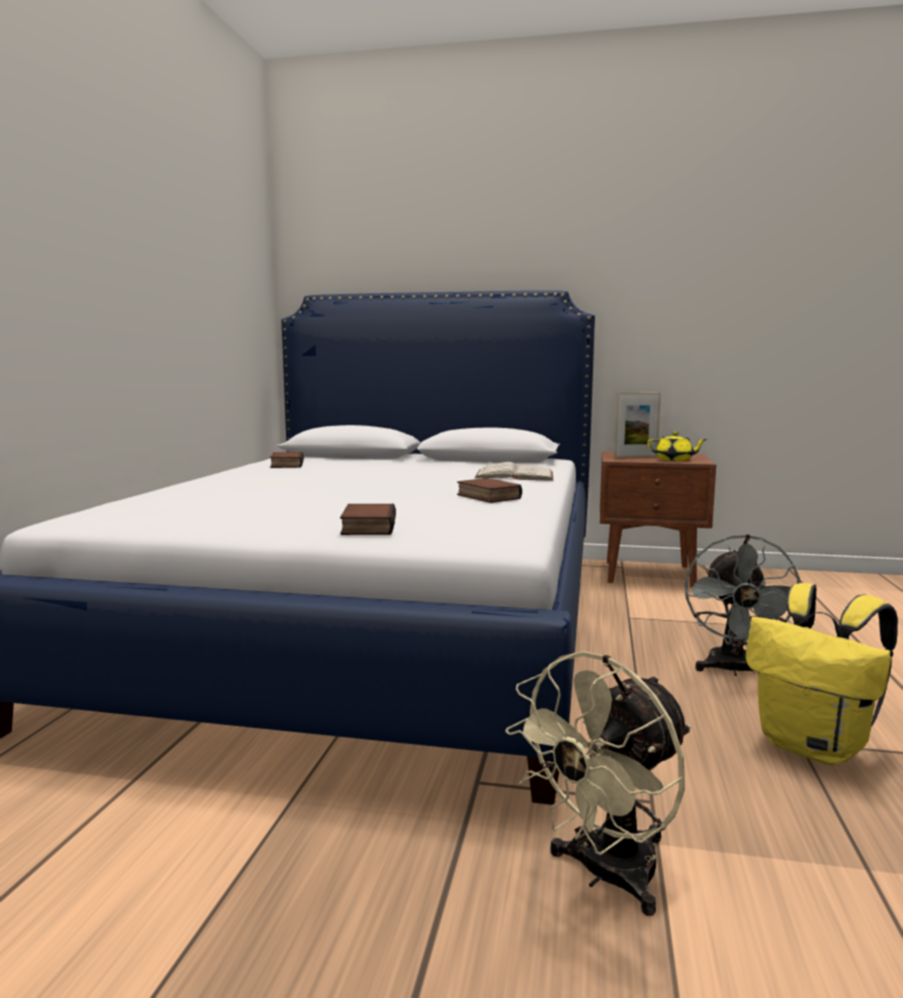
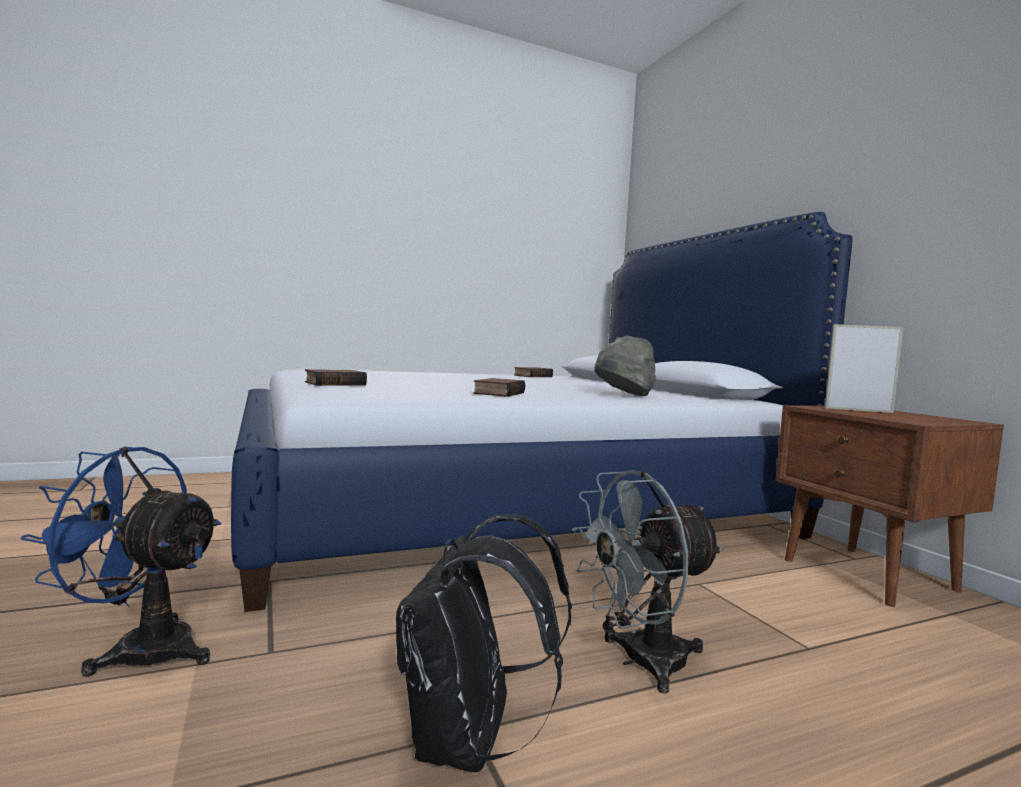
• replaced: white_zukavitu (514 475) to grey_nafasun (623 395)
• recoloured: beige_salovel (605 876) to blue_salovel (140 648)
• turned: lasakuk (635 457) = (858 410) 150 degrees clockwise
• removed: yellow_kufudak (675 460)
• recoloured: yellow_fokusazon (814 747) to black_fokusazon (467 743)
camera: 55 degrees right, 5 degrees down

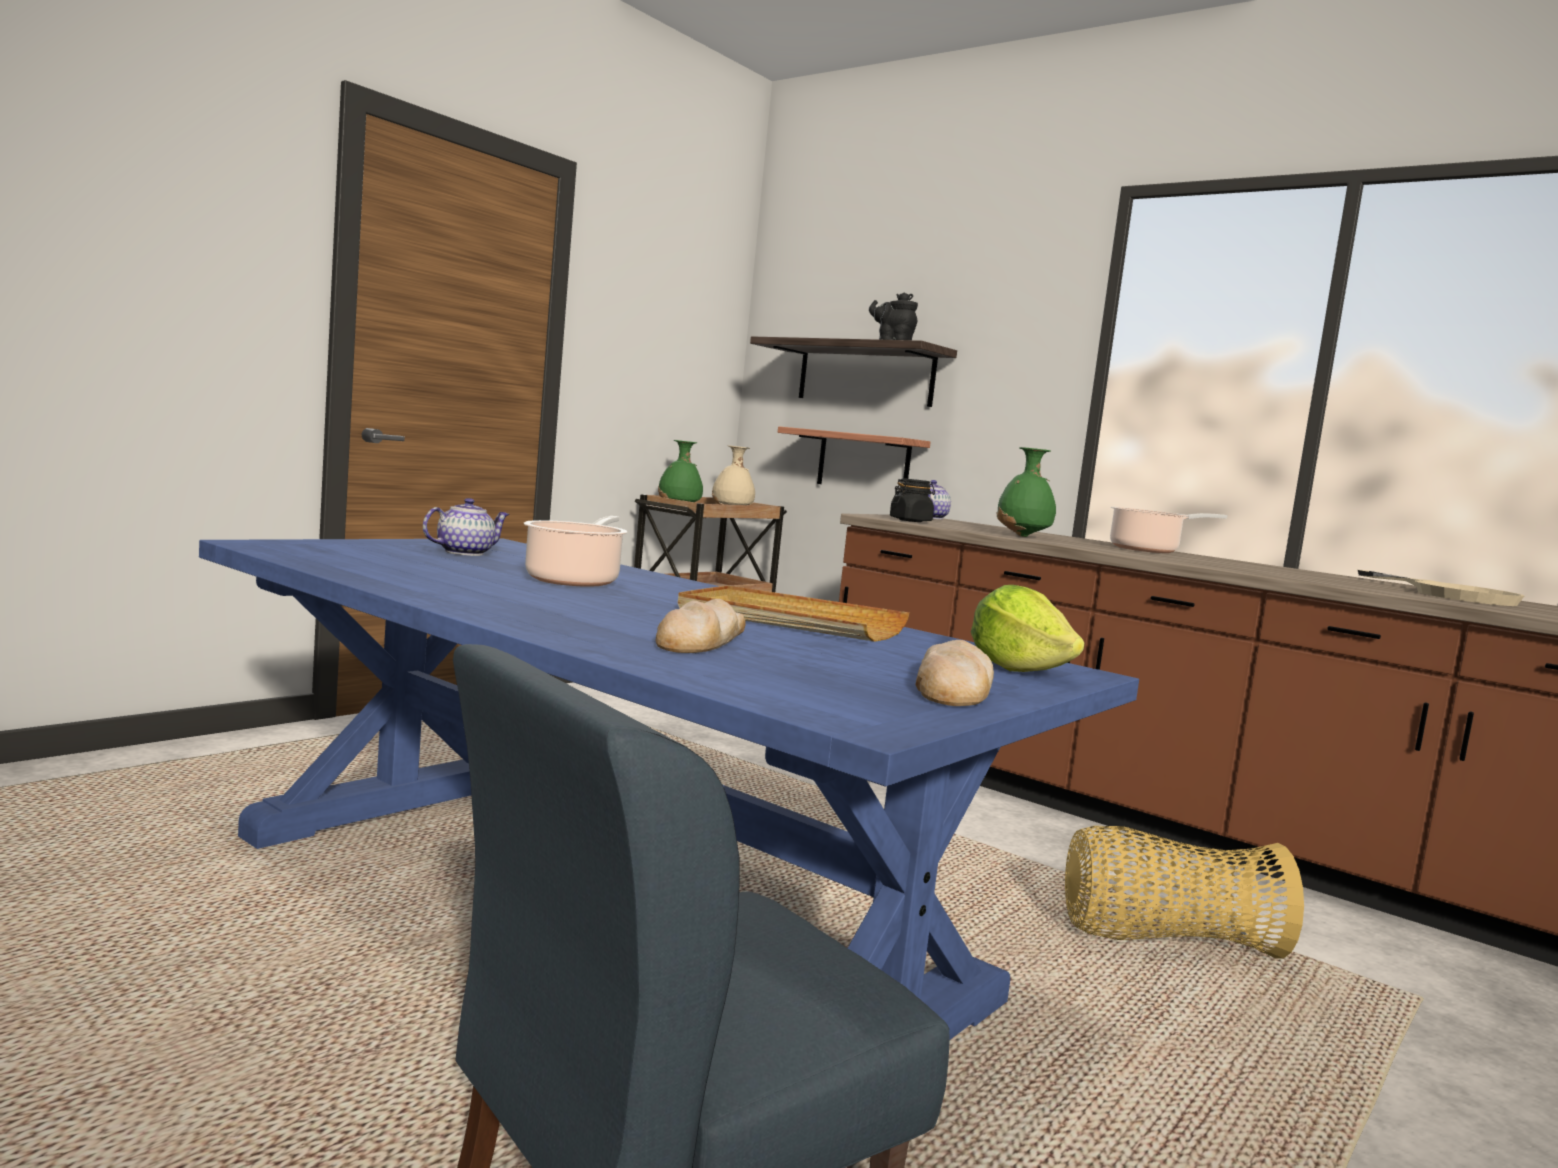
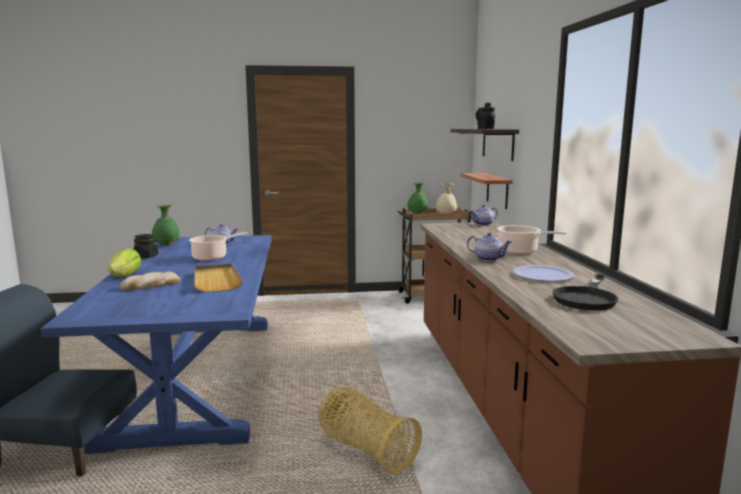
• moved: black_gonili (910 520) to (146 256)
• removed: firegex (954 686)
• moved: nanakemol (1018 669) to (126 275)
• moved: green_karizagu (1023 536) to (166 245)
• recoloured: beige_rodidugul (1450 595) to black_rodidugul (587 298)
• added: kufudak (488 259)
• added: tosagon (542 275)
camera: 45 degrees right, 5 degrees up

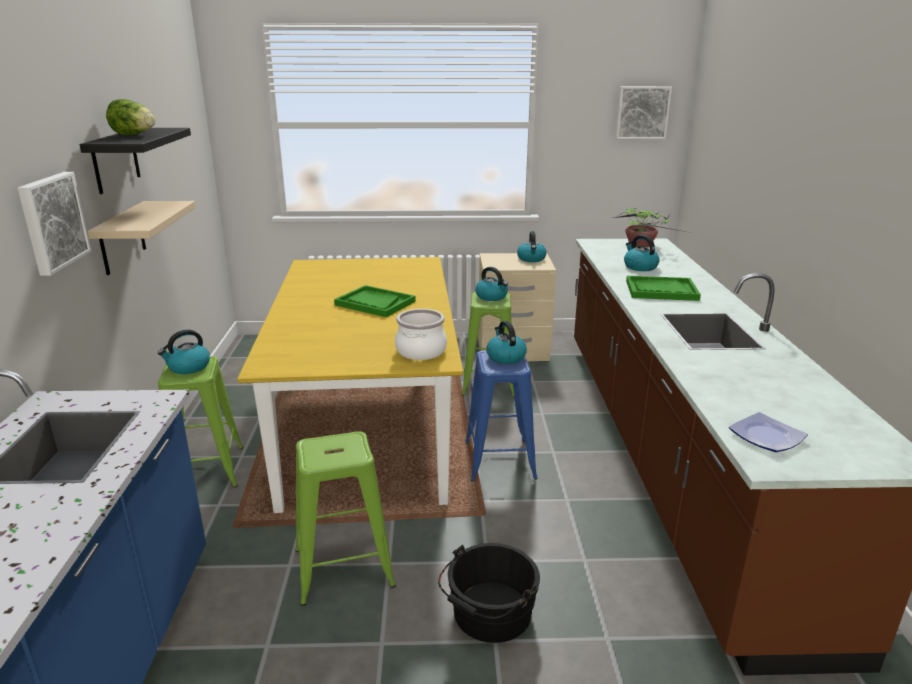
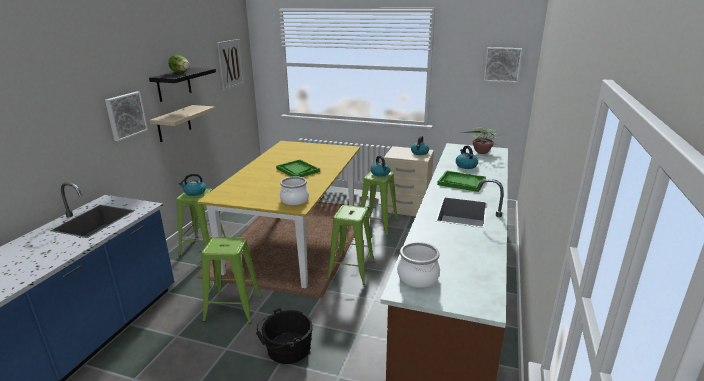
• recoloured: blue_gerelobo (499 459) to green_gerelobo (351 270)
• removed: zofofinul (505 357)
• replaced: tosagon (764 436) to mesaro (417 277)
• added: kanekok (230 64)
camera: 20 degrees right, 0 degrees up

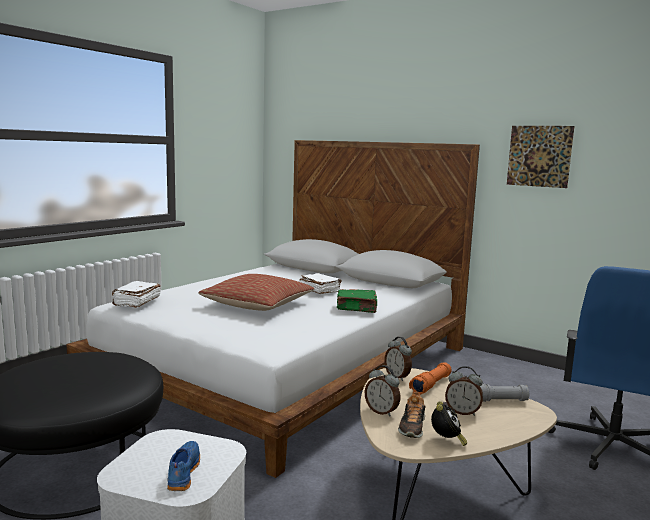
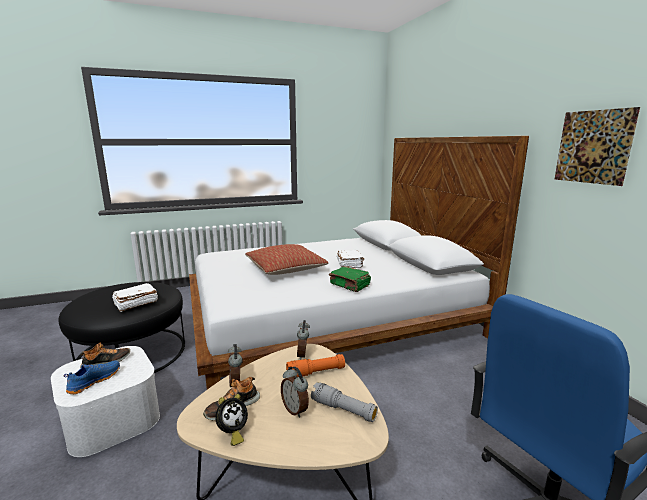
• moved: white_zukavitu (136 302) to (135 303)
• added: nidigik (106 362)
camera: 35 degrees right, 5 degrees up

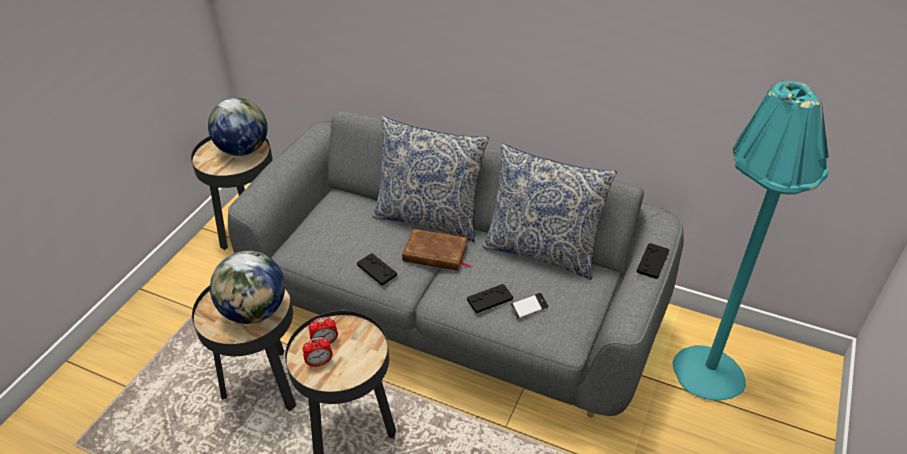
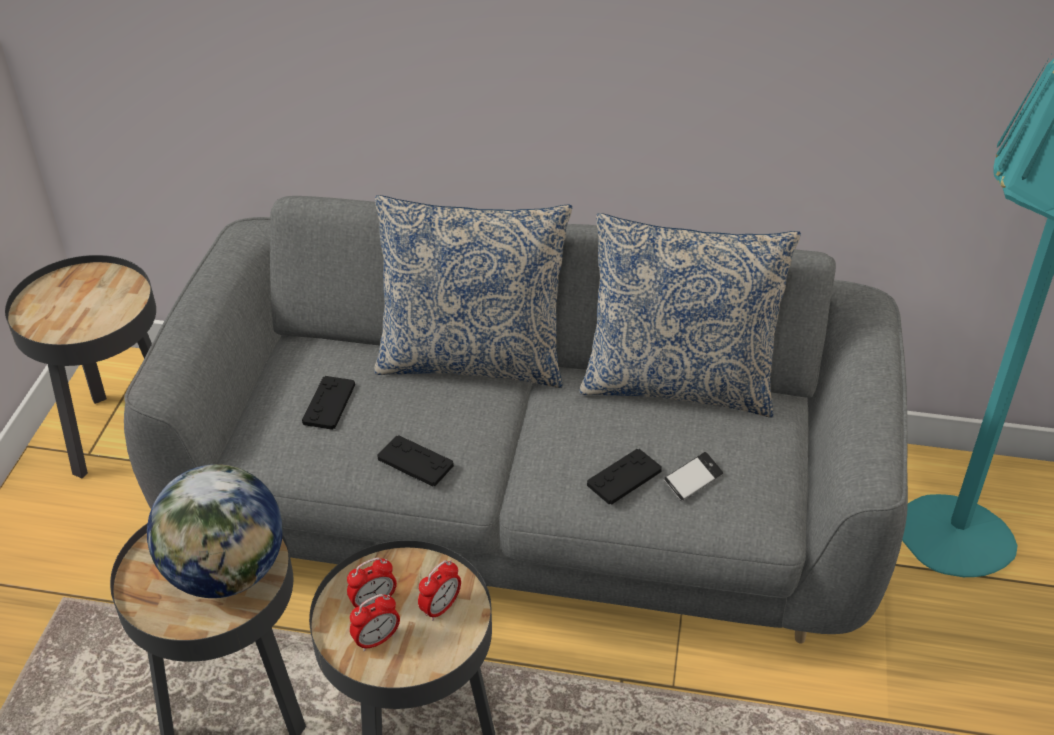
• removed: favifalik (243 150)
• removed: brown_zukavitu (435 254)
• moved: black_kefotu (652 261) to (329 404)
• added: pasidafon (440 608)
camera: 15 degrees left, 0 degrees up

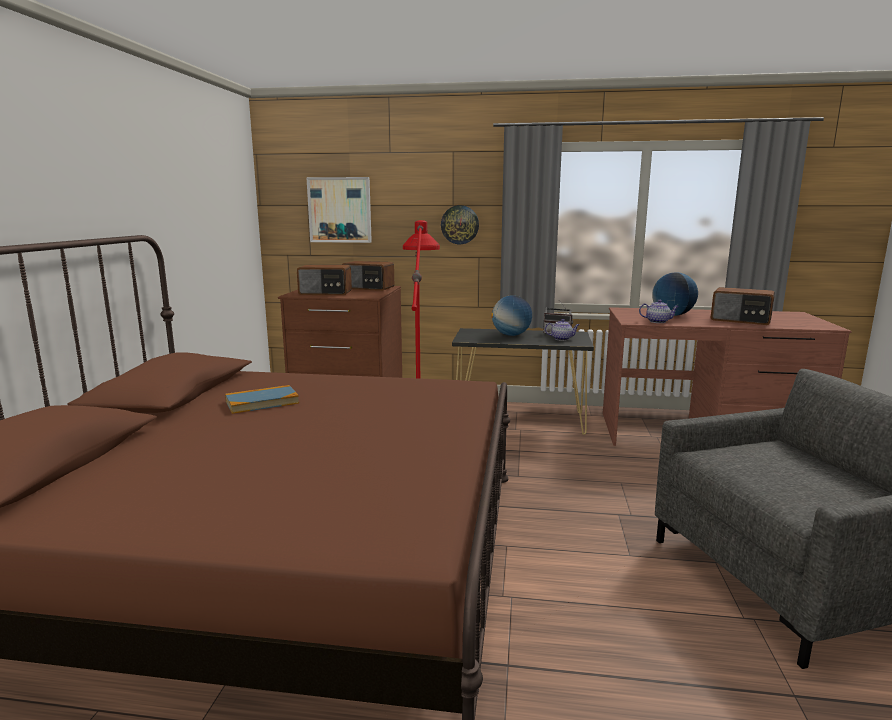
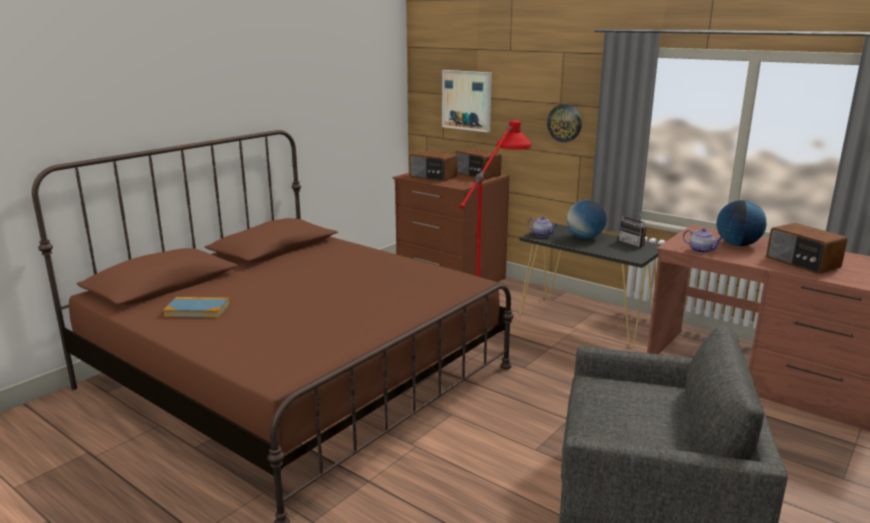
• moved: zukavitu (262 402) to (197 310)
• moved: kufudak (562 339) to (542 234)
camera: 30 degrees right, 5 degrees up

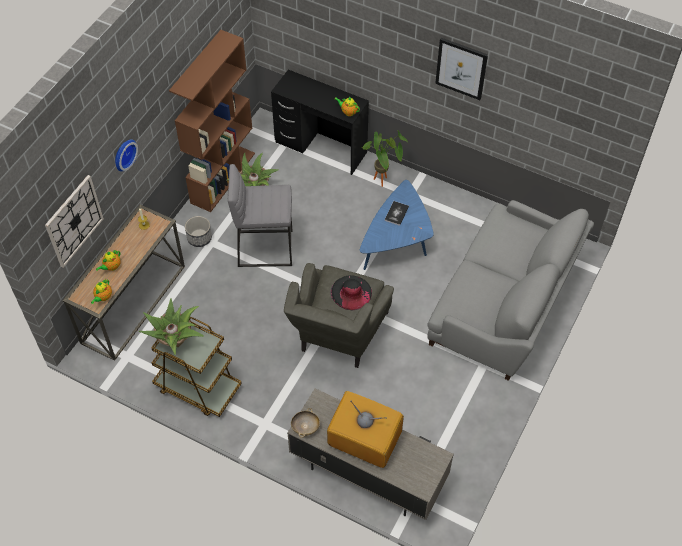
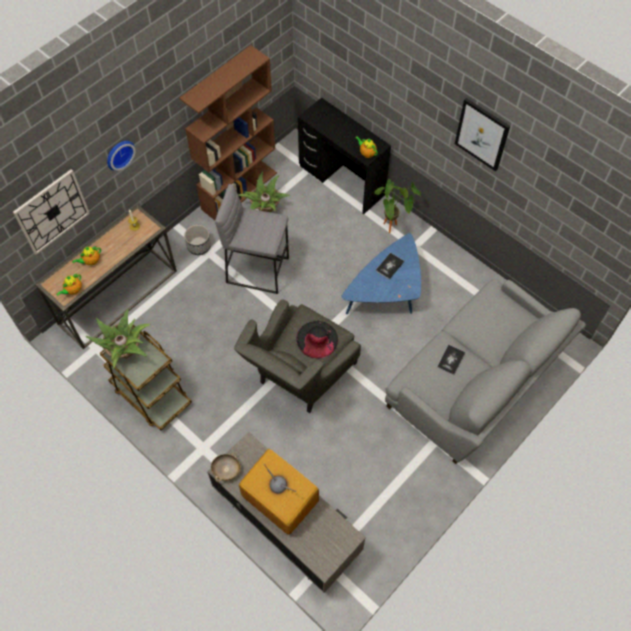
• added: zukavitu (450 360)
camera: 15 degrees right, 5 degrees up

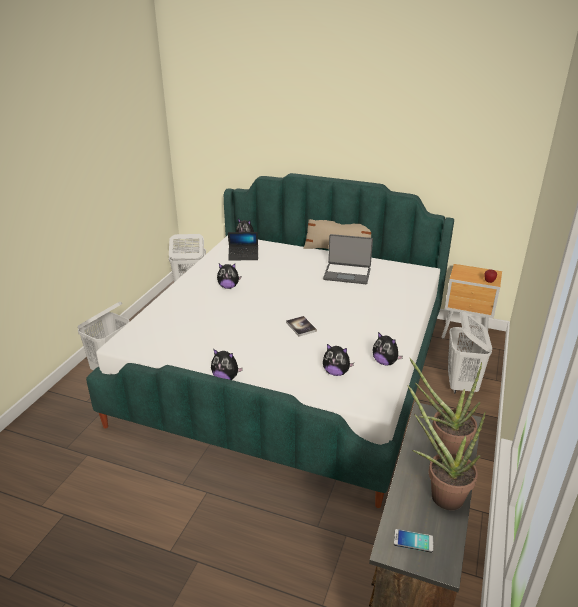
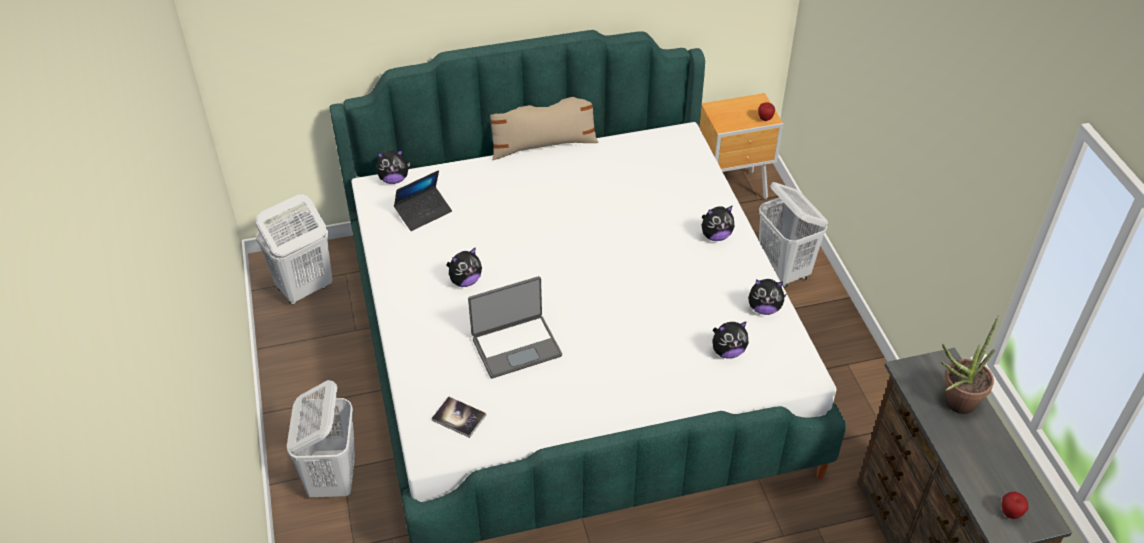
• moved: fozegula (226 378) to (715 236)
• moved: zukavitu (301 327) to (459 418)
• moved: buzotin (347 274) to (516 346)
• replaced: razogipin (413 541) to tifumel (1010 513)
• removed: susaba (440 494)
camera: 35 degrees left, 15 degrees up

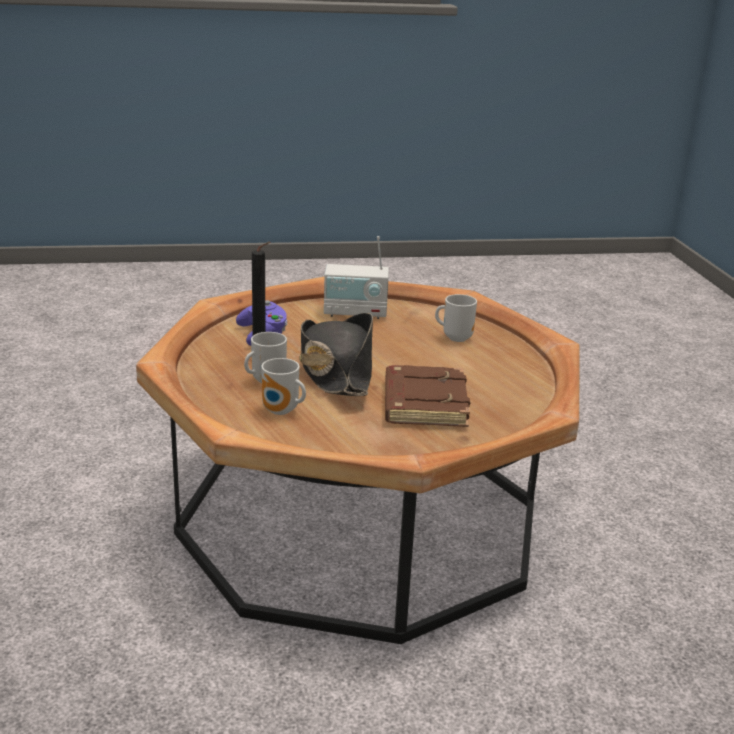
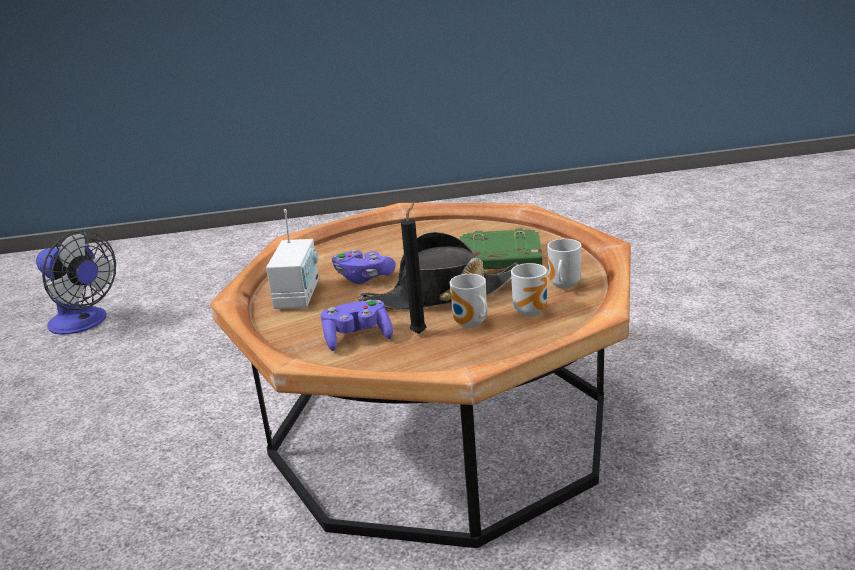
• recoloured: brown_zukavitu (423 403) to green_zukavitu (499 258)
• moved: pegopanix (455 337) to (562 286)
• added: salovel (84 323)
• added: purple_kefotu (363 278)
camera: 85 degrees left, 0 degrees up

